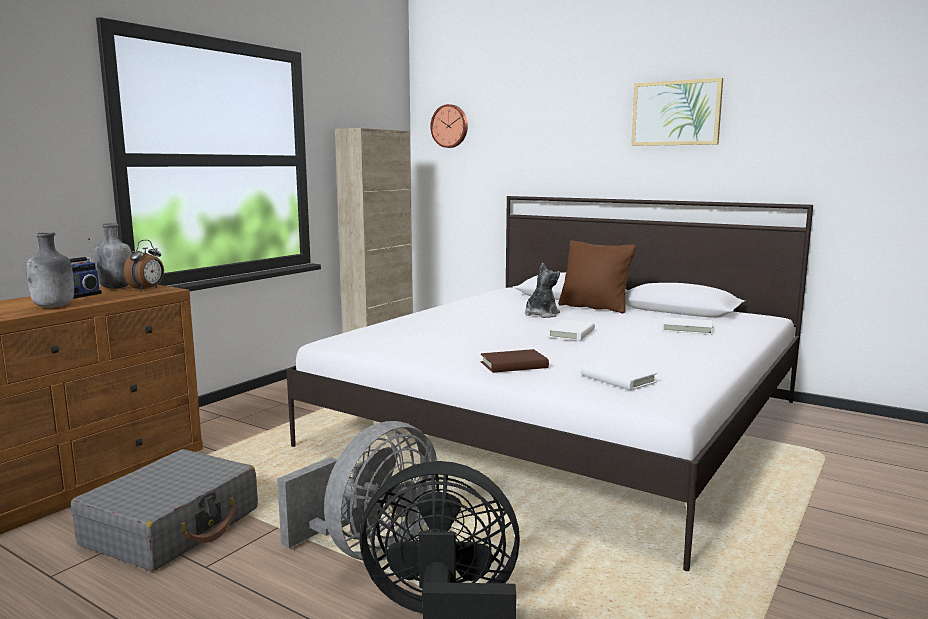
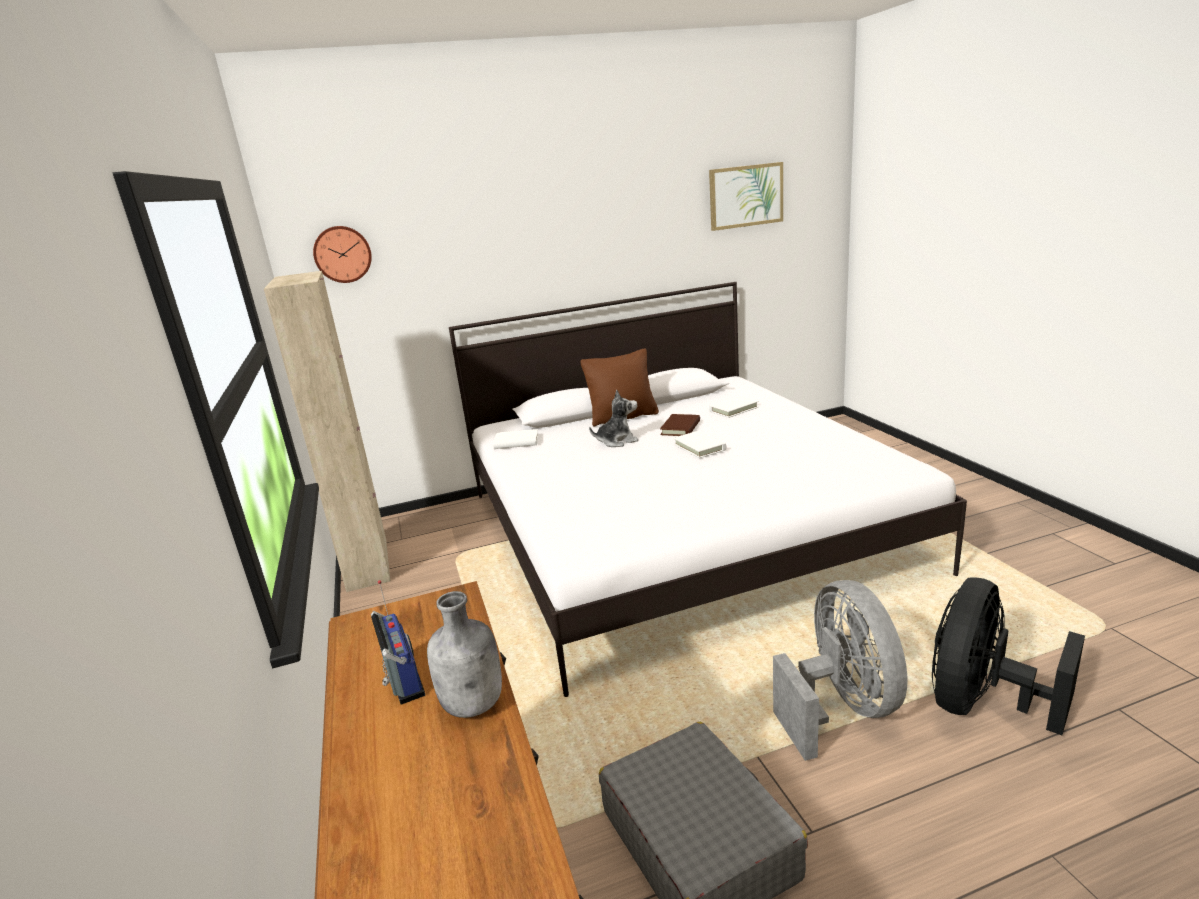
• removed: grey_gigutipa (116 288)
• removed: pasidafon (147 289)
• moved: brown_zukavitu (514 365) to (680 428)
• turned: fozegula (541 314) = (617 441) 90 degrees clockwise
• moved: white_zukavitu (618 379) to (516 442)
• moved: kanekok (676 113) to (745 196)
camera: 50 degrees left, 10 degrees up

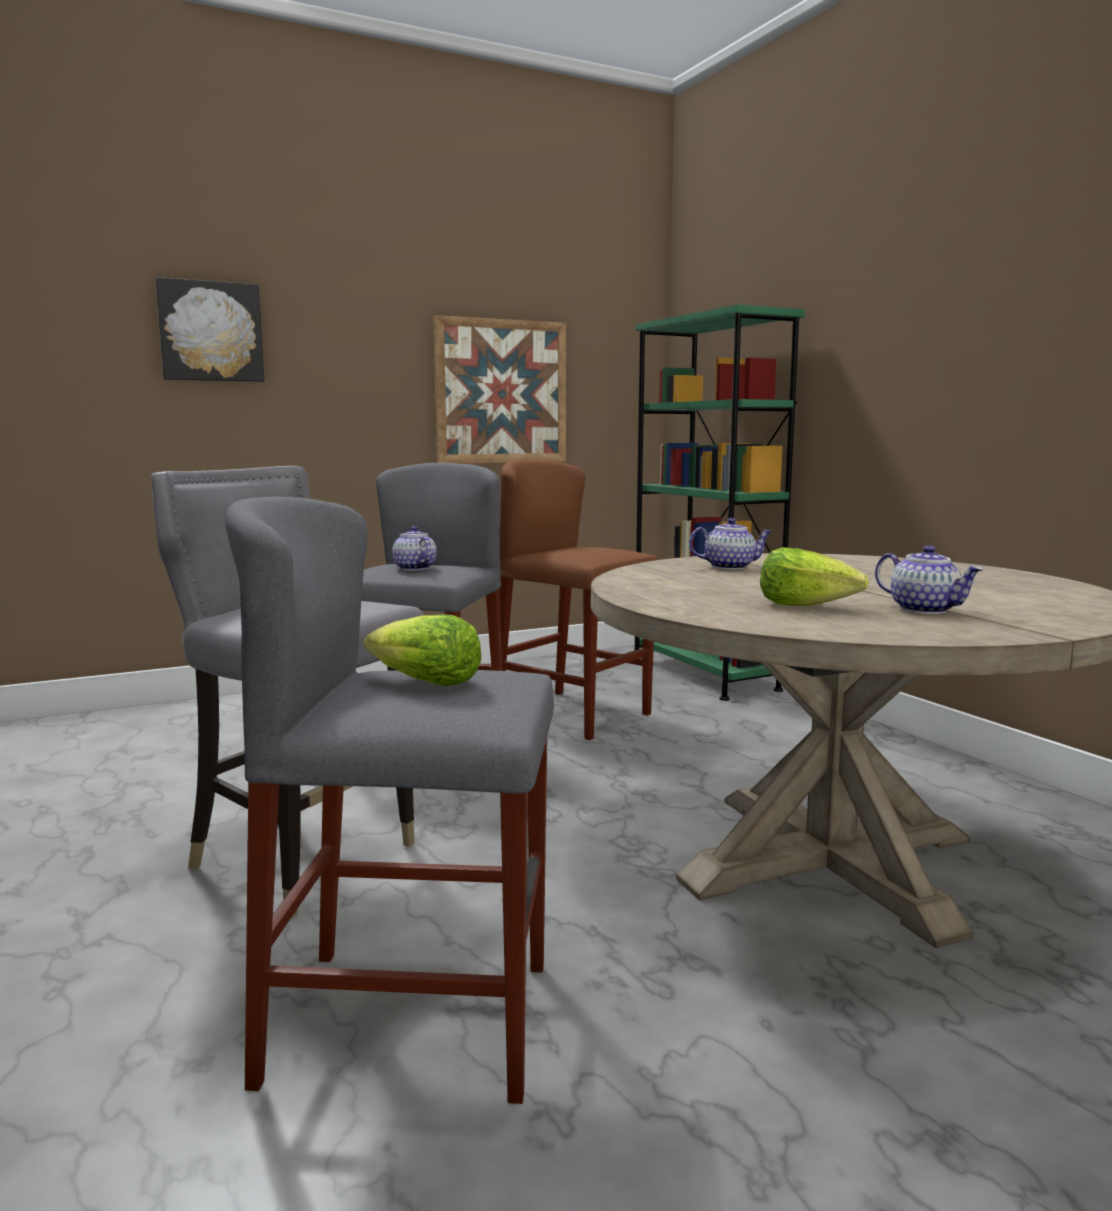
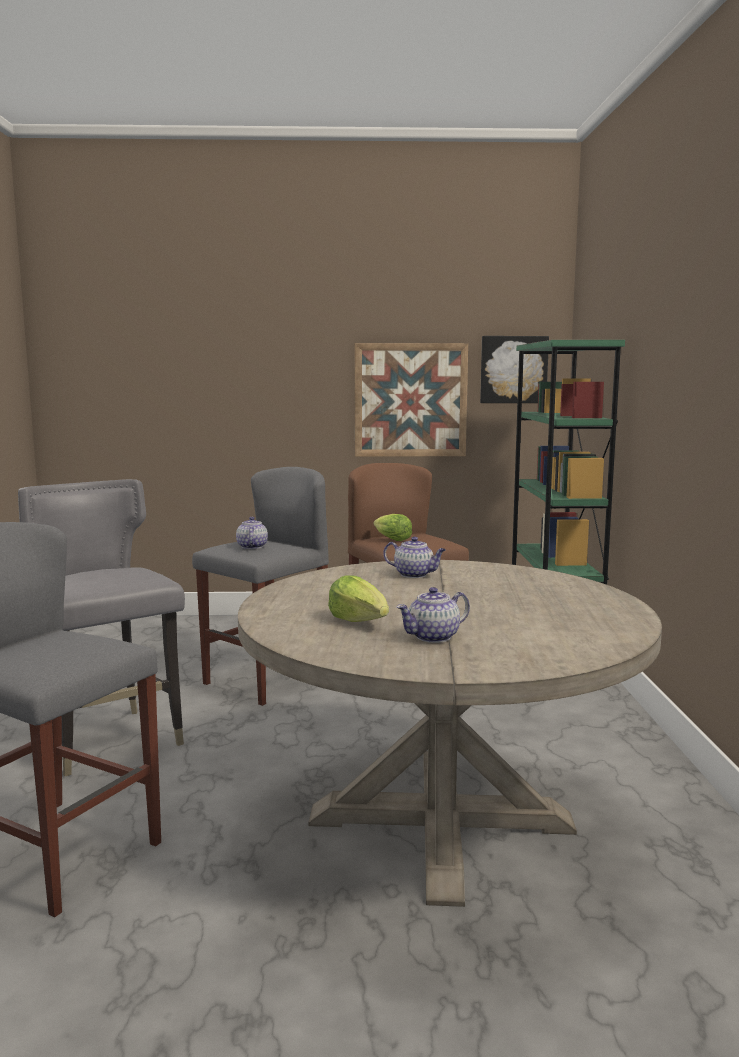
• moved: kanekok (210 332) to (513 369)
• moved: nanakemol (424 683) to (391 539)
• turned: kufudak (925 609) = (433 637) 75 degrees clockwise
camera: 25 degrees right, 0 degrees up

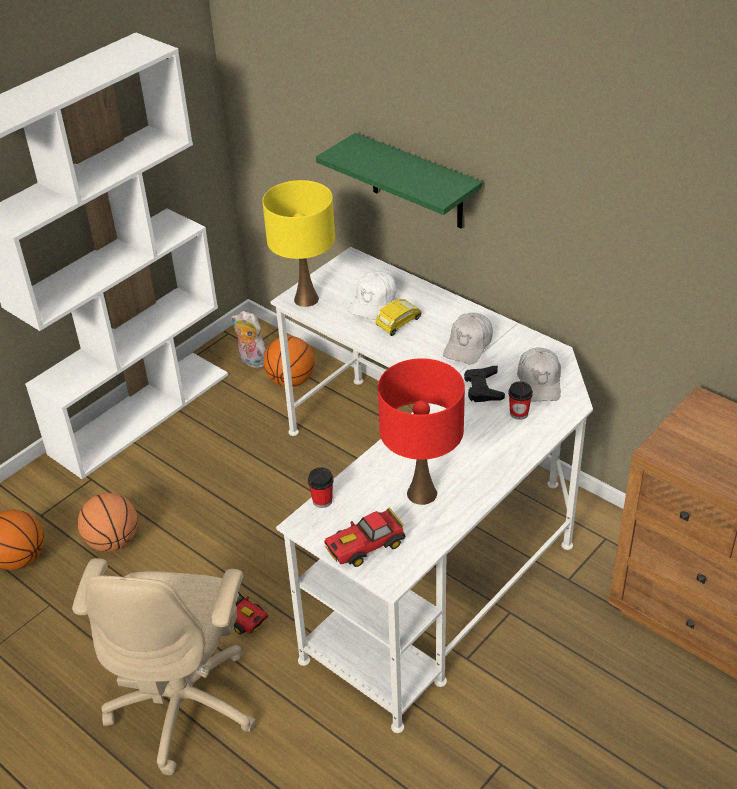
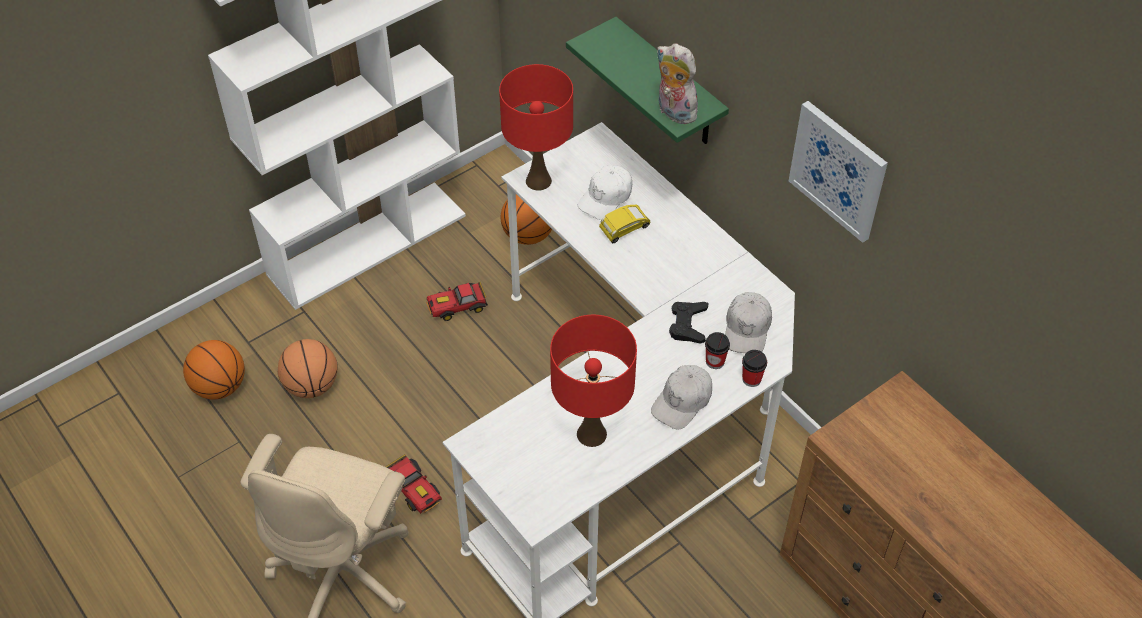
• moved: fozegula (251 361) to (673 112)
• recoloured: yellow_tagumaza (306 299) to red_tagumaza (538 181)
• moved: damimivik (322 500) to (751 379)
• moved: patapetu (364 547) to (457 307)
• moved: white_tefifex (468 345) to (682 401)
• added: kanekok (838 170)
camera: 10 degrees right, 10 degrees up

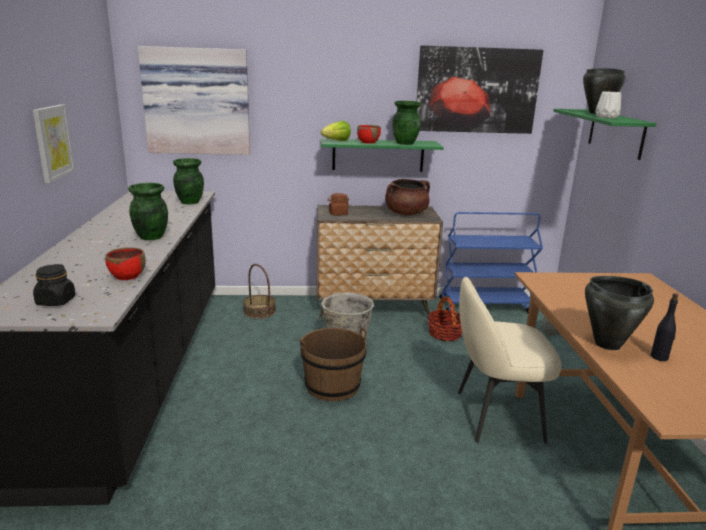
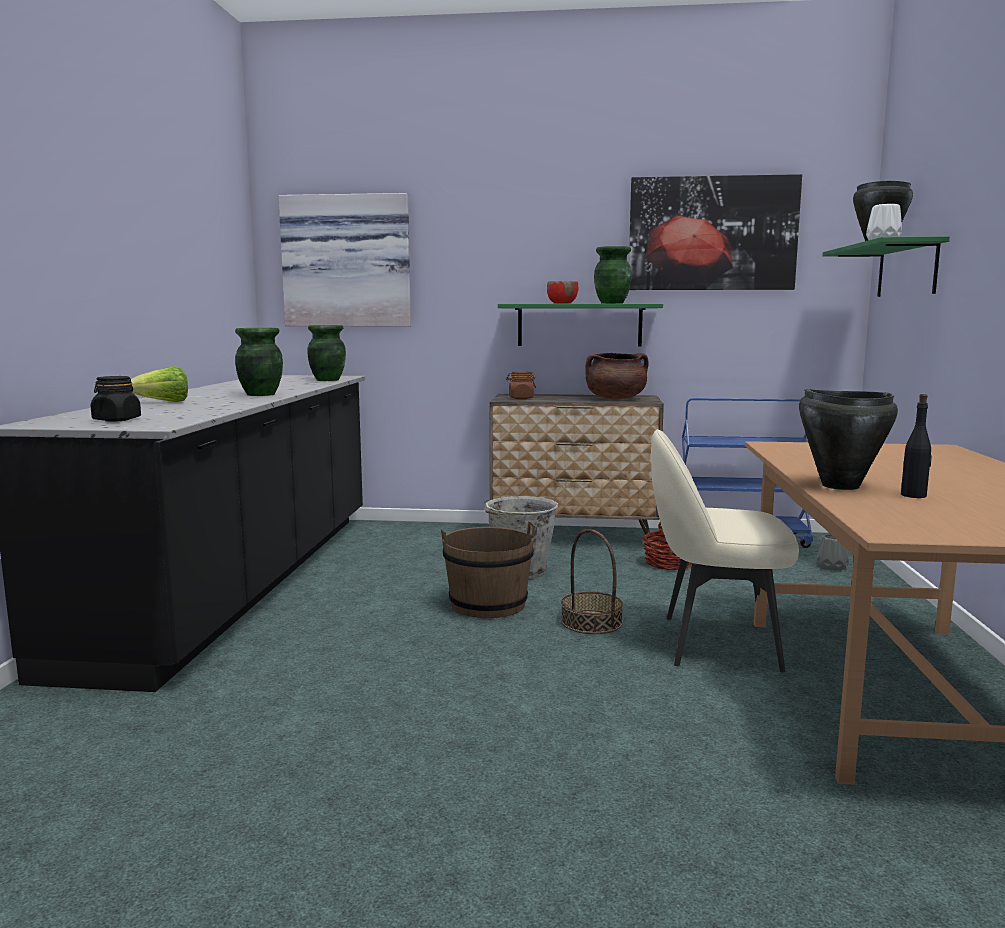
• removed: kanekok (52 142)
• removed: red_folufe (127 276)
• moved: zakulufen (259 311) to (591 622)
• moved: nanakemol (336 141) to (163 402)
camera: 10 degrees right, 10 degrees down

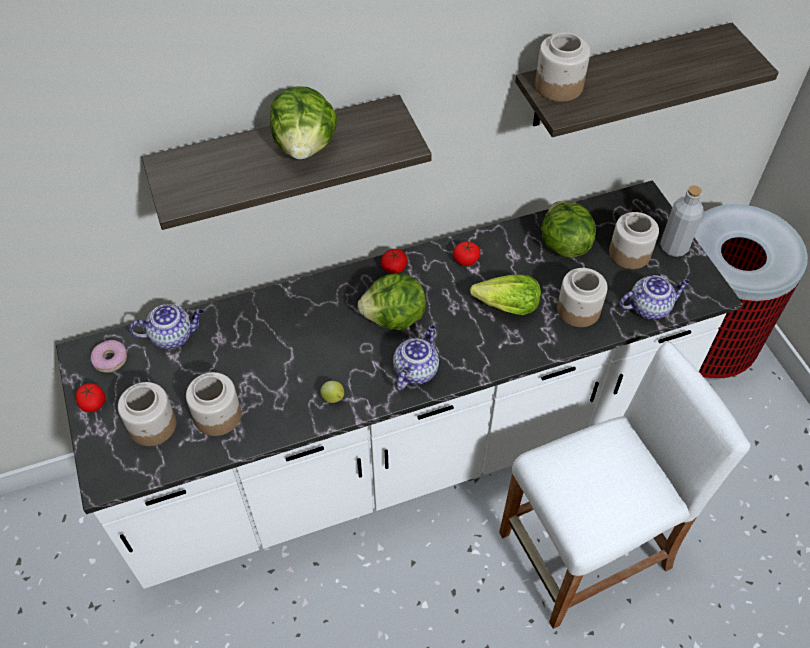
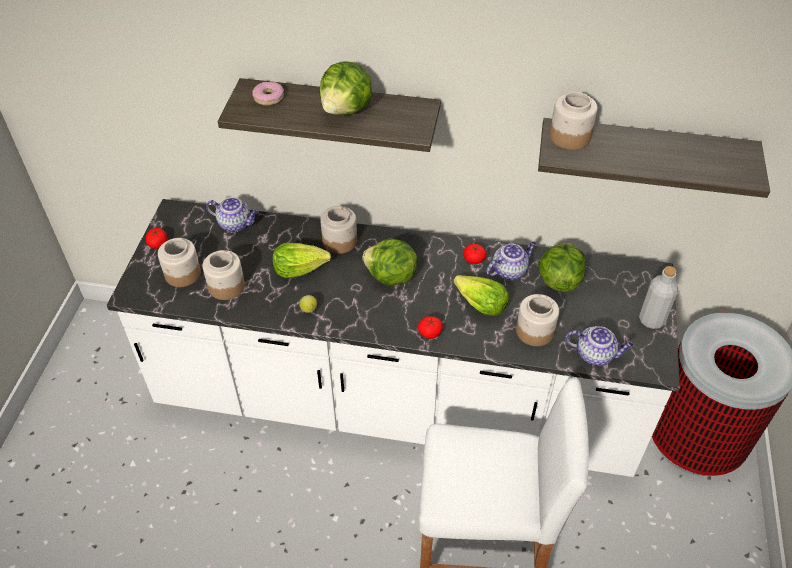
• moved: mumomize (110 359) to (268 97)
• moved: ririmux (394 267) to (430 332)
• moved: kufudak (415 370) to (509 270)
• moved: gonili (629 253) to (340 241)
• added: nanakemol (299 268)
camera: 30 degrees right, 5 degrees down

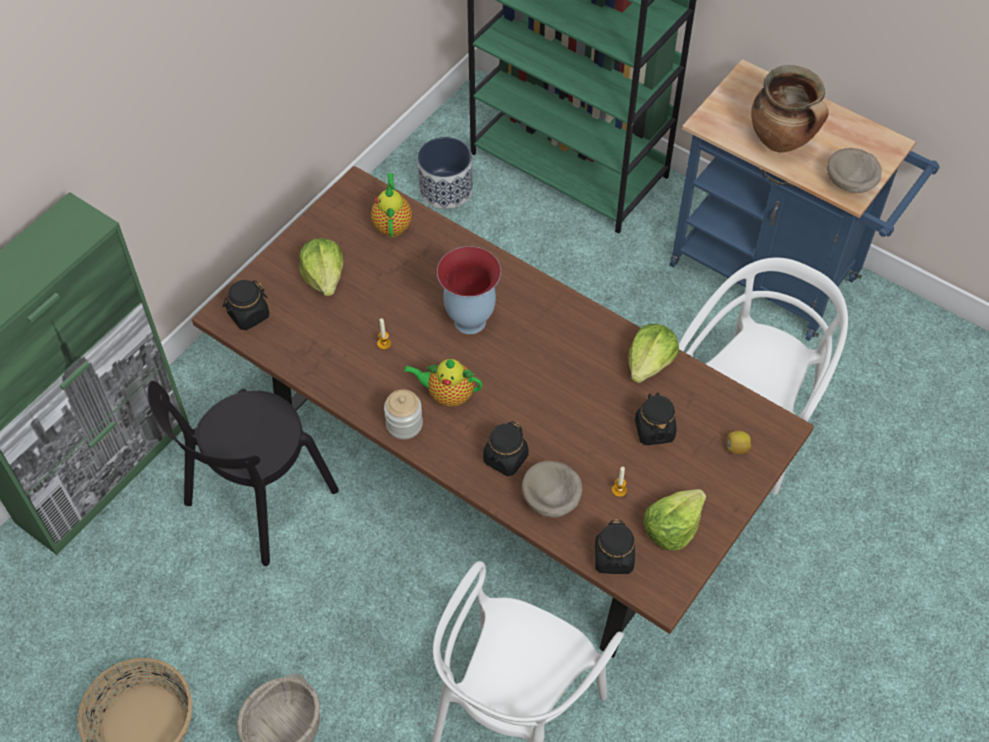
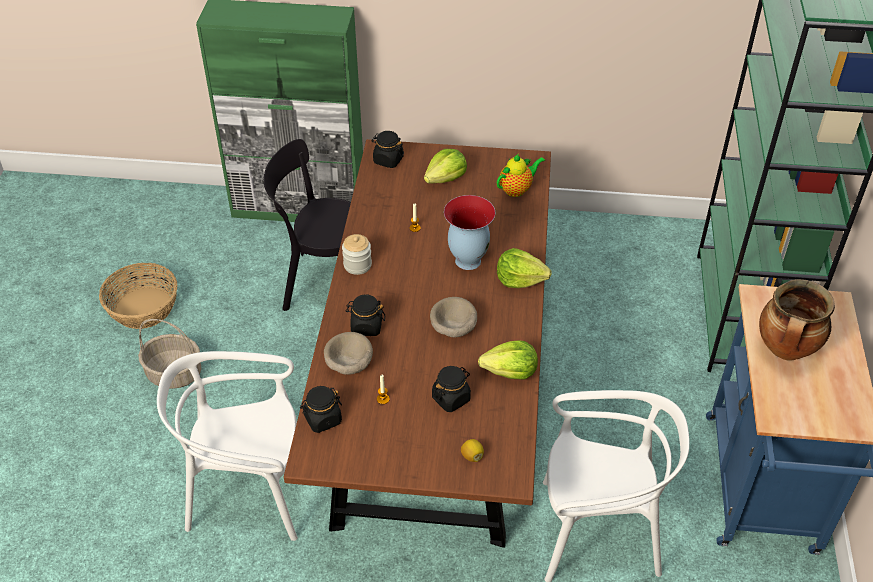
• removed: kufudak (447 395)
• removed: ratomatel (446 189)
• moved: nanakemol (672 527) to (520 279)
• moved: beige_folufe (850 184) to (452 329)
camera: 60 degrees right, 10 degrees down

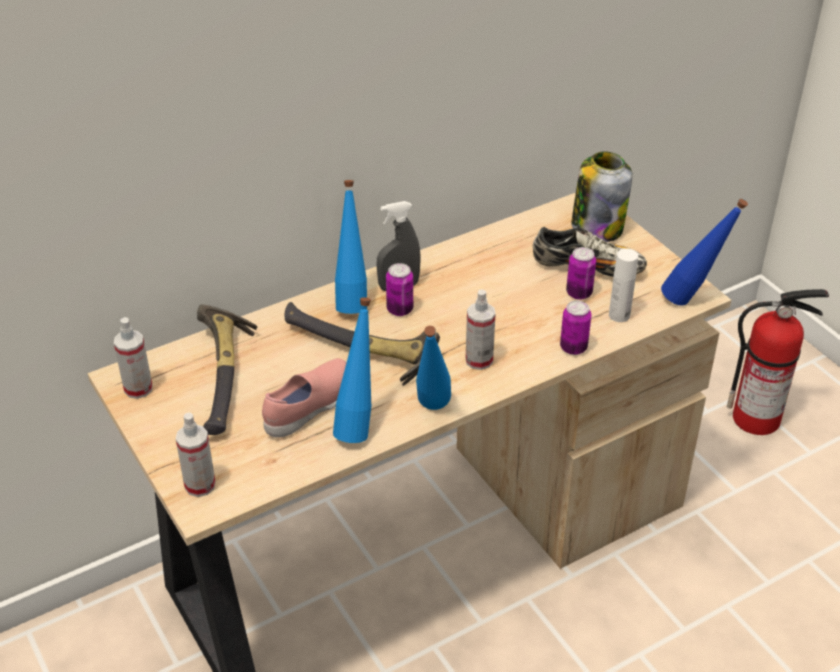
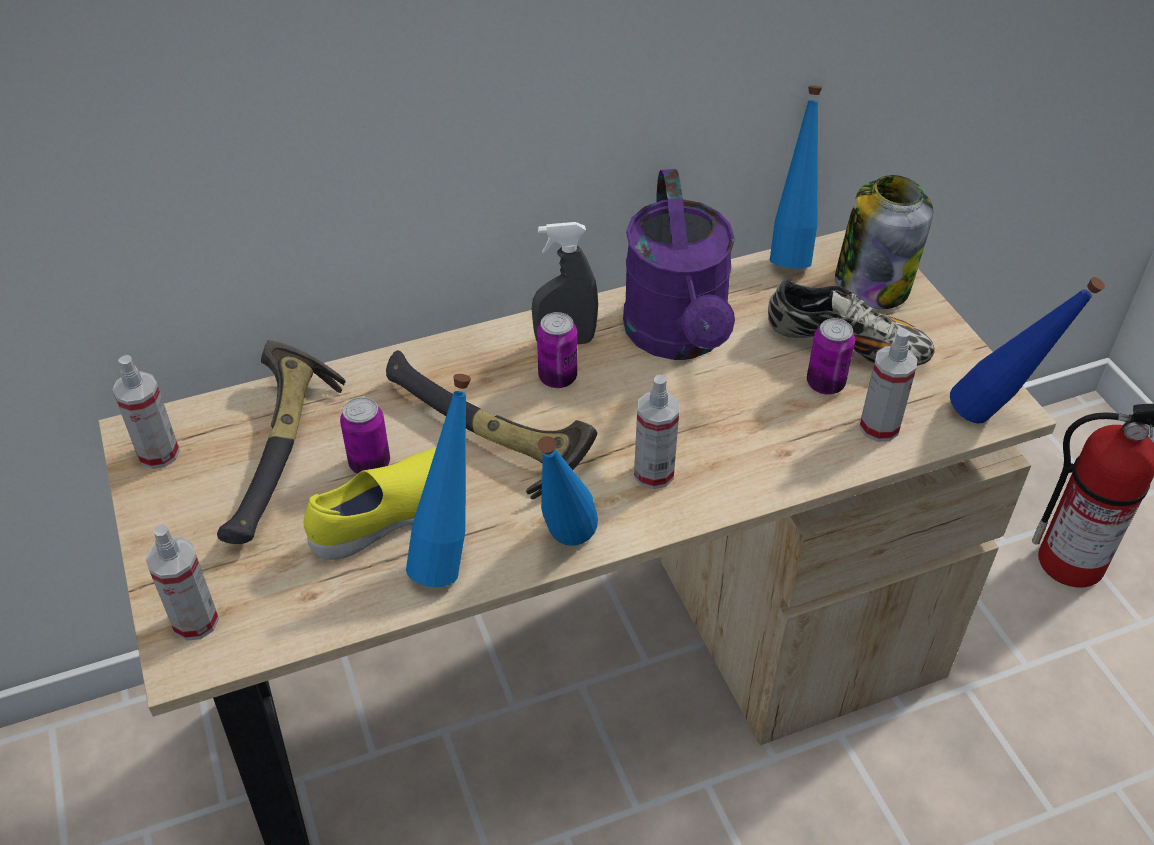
• recoloured: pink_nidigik (310 408) to yellow_nidigik (388 518)
• moved: blue_gigutipa (352 300) to (791 252)
• moved: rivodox (573 348) to (370 464)
• replaced: white_gigutipa (619 315) to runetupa (879 427)
• added: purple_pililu (679 338)
camera: 10 degrees right, 5 degrees up

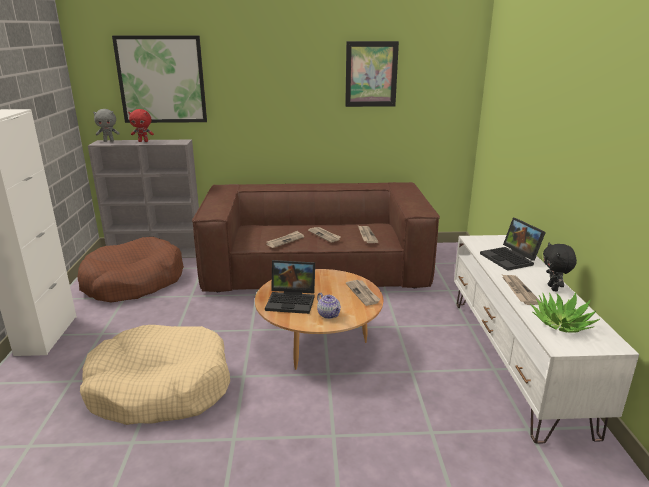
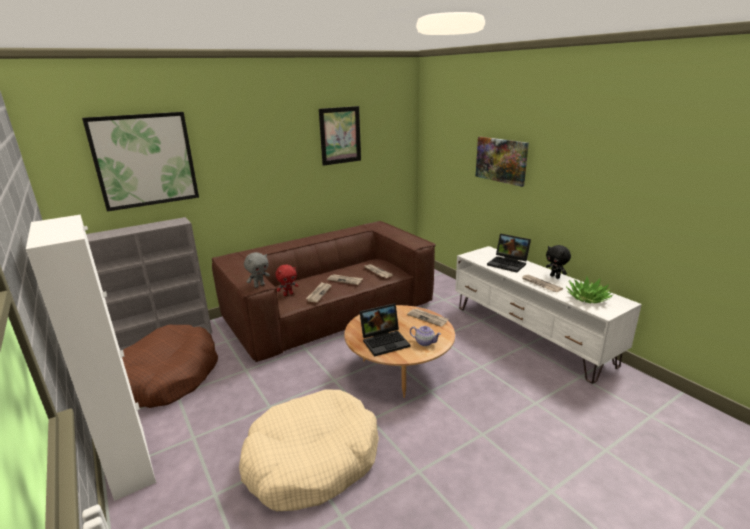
• moved: grey_fozegula (109 141) to (259 285)
• moved: red_fozegula (143 141) to (288 294)
• added: kanekok (501 160)
camera: 30 degrees left, 0 degrees up

